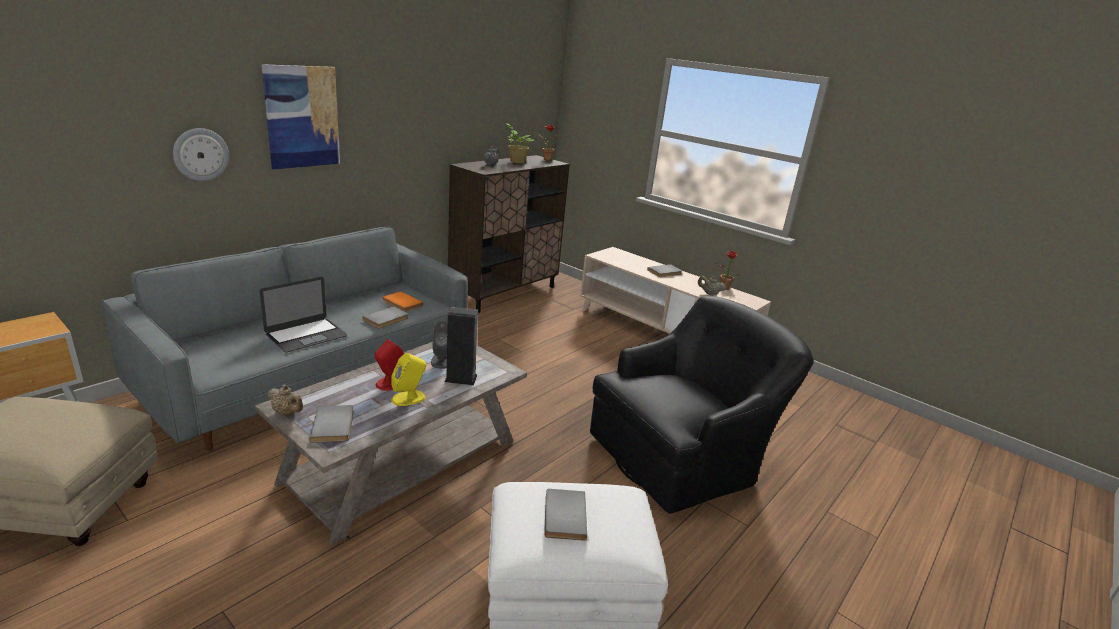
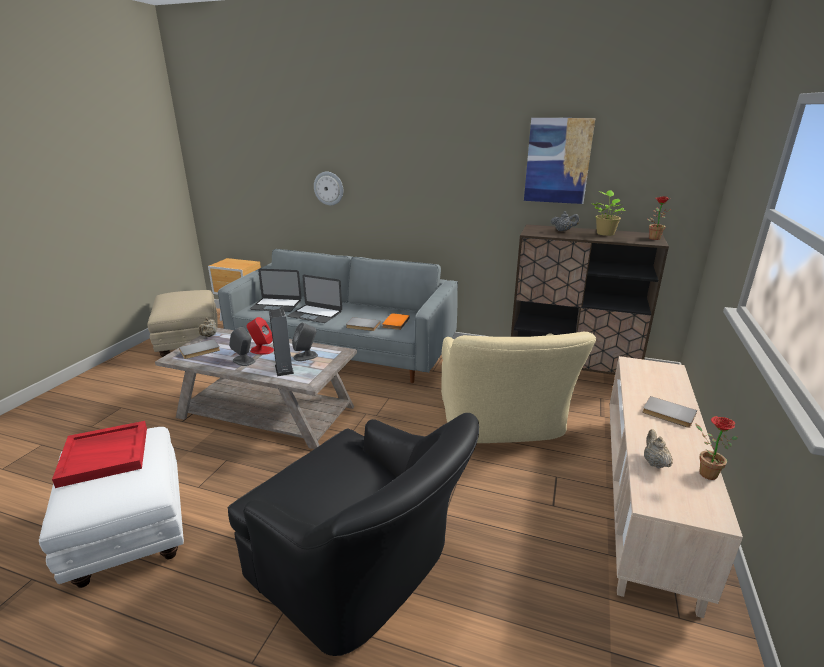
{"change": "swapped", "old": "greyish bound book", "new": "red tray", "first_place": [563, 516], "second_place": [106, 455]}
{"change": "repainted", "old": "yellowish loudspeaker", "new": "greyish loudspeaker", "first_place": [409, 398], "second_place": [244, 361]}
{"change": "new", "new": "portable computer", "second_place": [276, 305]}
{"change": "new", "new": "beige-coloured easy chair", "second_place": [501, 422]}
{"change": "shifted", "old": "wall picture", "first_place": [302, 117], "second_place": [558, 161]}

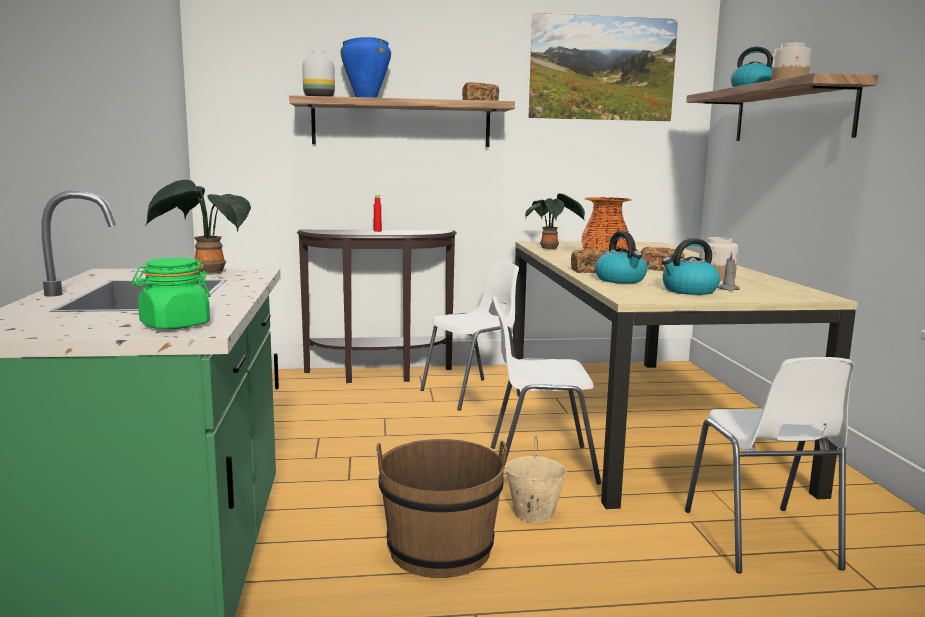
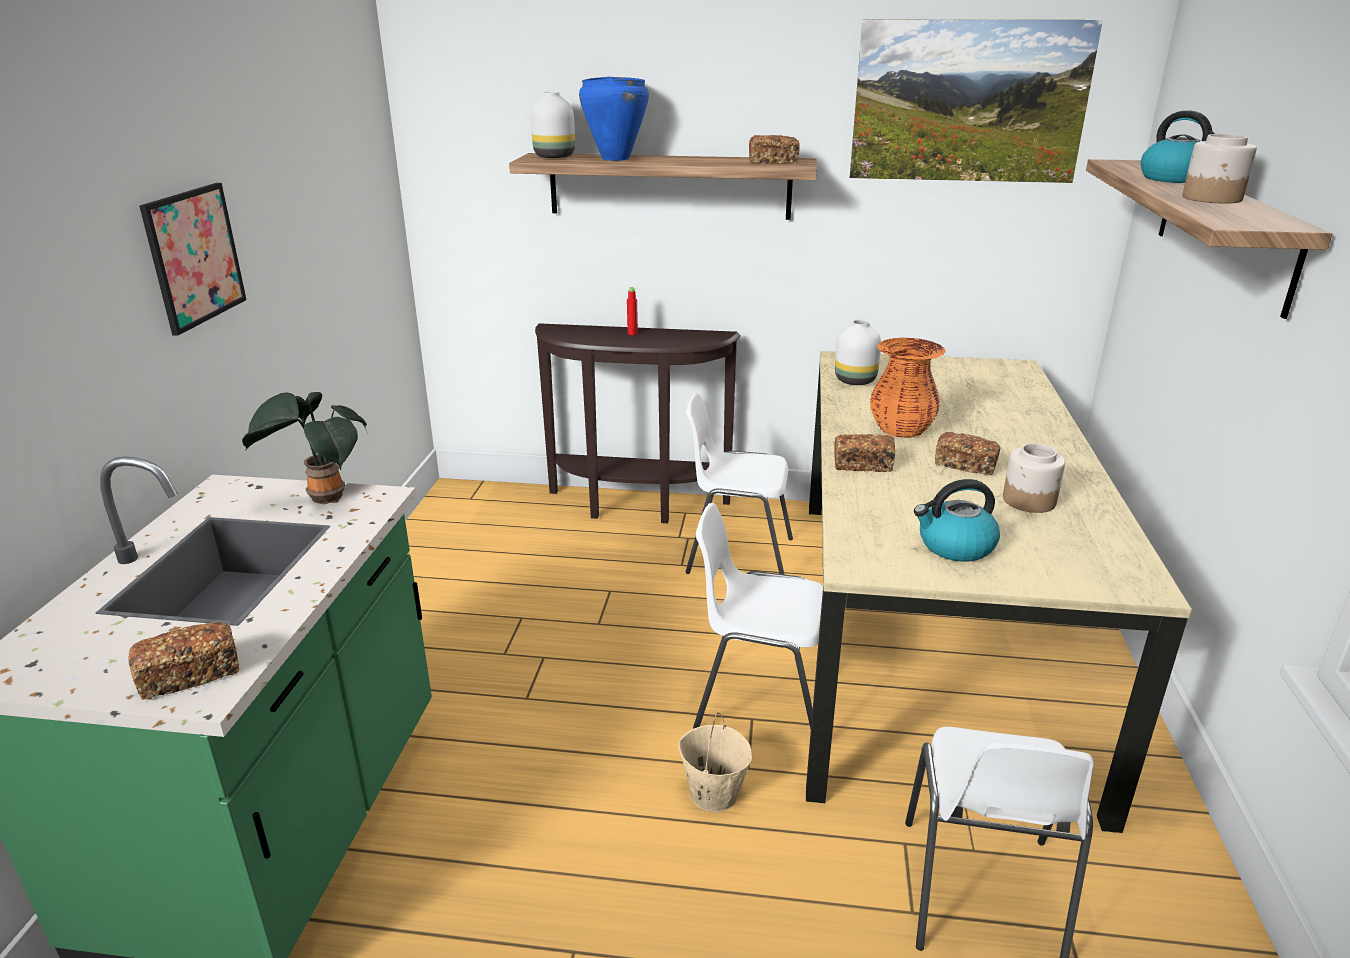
{"change": "swapped", "old": "greenish preserve jar", "new": "bread", "first_place": [174, 325], "second_place": [190, 675]}
{"change": "new", "new": "wall picture", "second_place": [194, 256]}
{"change": "rotated", "old": "white-coloured chair", "first_place": [473, 393], "second_place": [737, 556], "degrees": -150}
{"change": "swapped", "old": "potted plant", "new": "white-coloured flower vase", "first_place": [551, 248], "second_place": [854, 380]}
{"change": "gone", "old": "brownish water bucket", "first_place": [440, 550]}
{"change": "gone", "old": "tea kettle", "first_place": [621, 280]}
{"change": "gone", "old": "greyish candle", "first_place": [727, 289]}

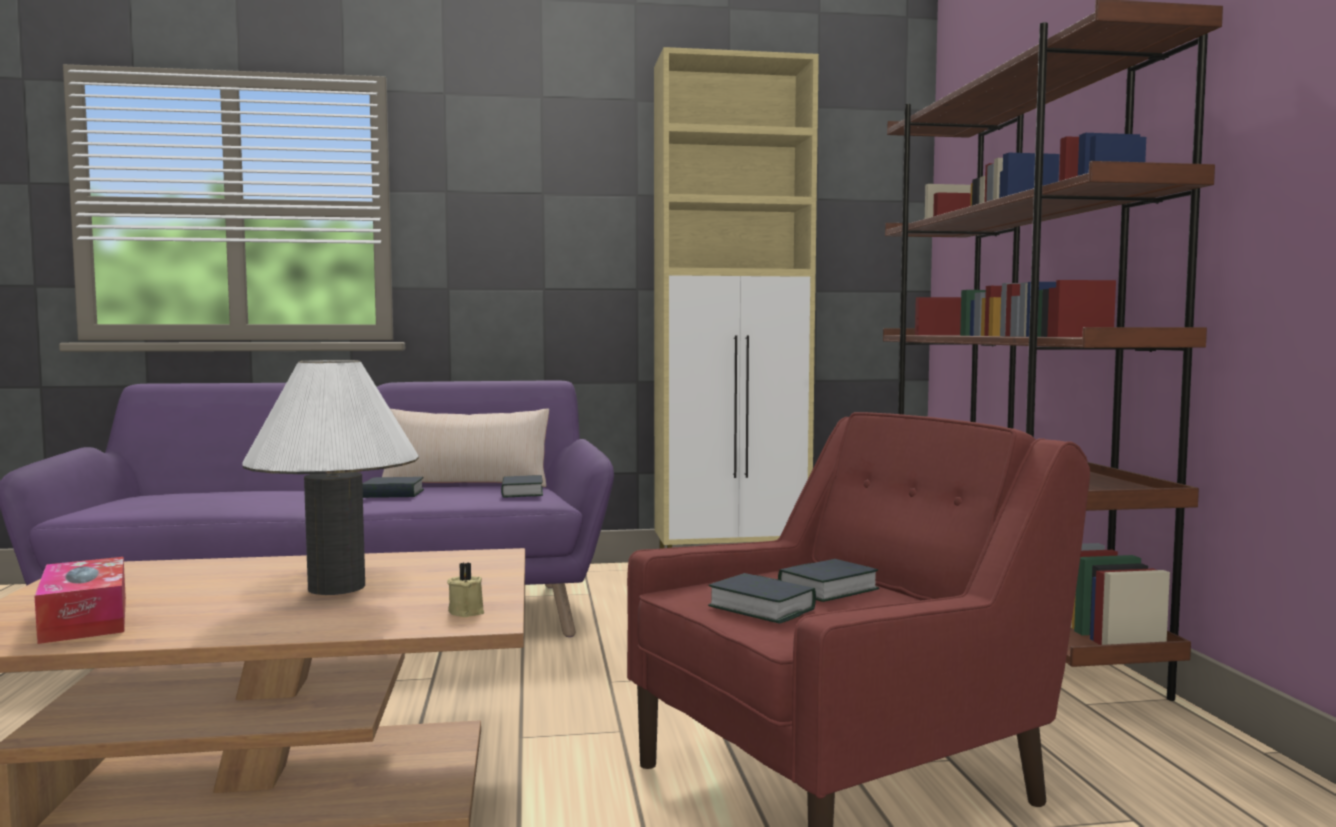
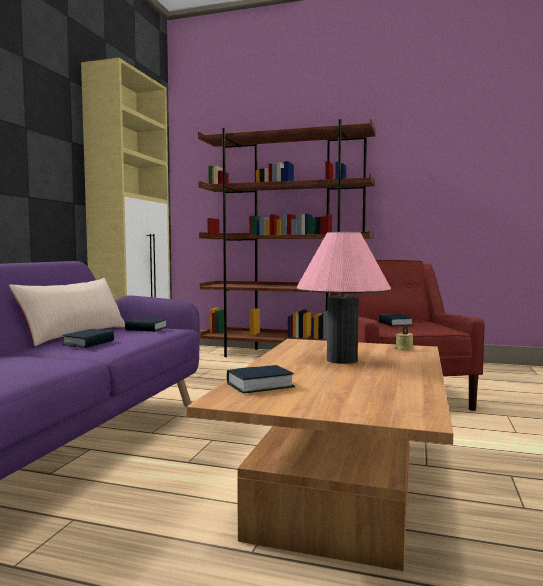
{"change": "shifted", "old": "bound book", "first_place": [761, 608], "second_place": [260, 385]}
{"change": "repainted", "old": "white-coloured table lamp", "new": "pink-coloured table lamp", "first_place": [336, 587], "second_place": [342, 360]}
{"change": "gone", "old": "box of tissues", "first_place": [85, 619]}

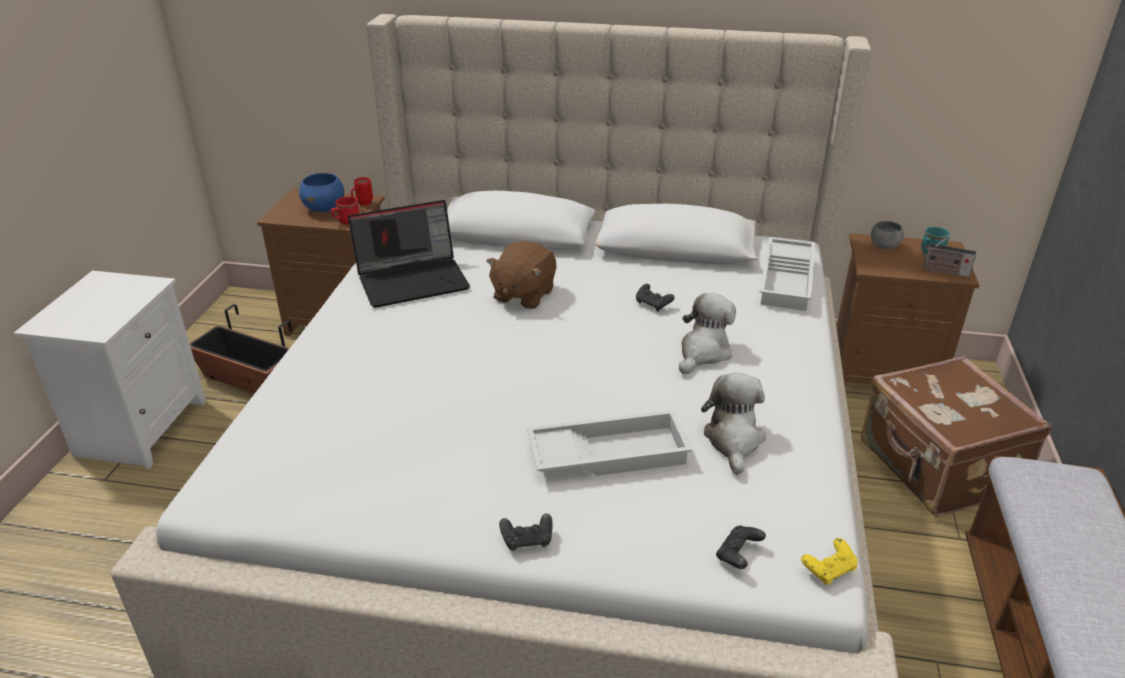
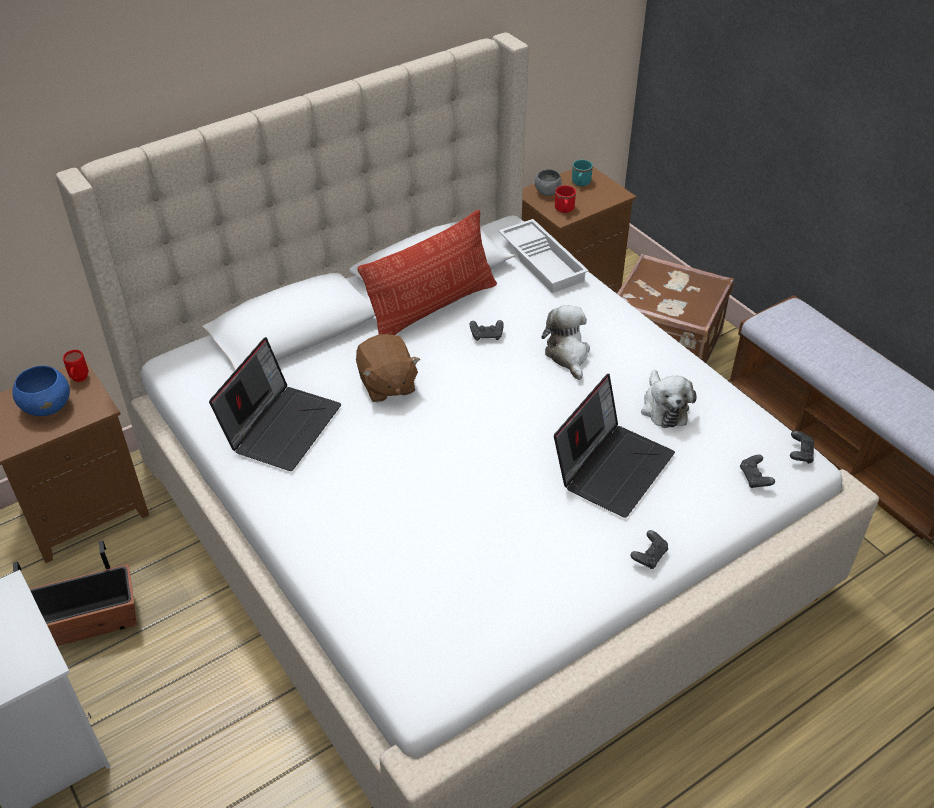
{"change": "new", "new": "throw pillow", "second_place": [432, 308]}
{"change": "swapped", "old": "white-coloured tray", "new": "portable computer", "first_place": [608, 452], "second_place": [612, 467]}
{"change": "shifted", "old": "red coffee mug", "first_place": [346, 221], "second_place": [564, 210]}
{"change": "rotated", "old": "cuddly toy", "first_place": [733, 440], "second_place": [664, 407], "degrees": -150}
{"change": "repainted", "old": "yellowish joypad", "new": "black-coloured joypad", "first_place": [829, 570], "second_place": [800, 453]}
{"change": "gone", "old": "radio", "first_place": [943, 271]}

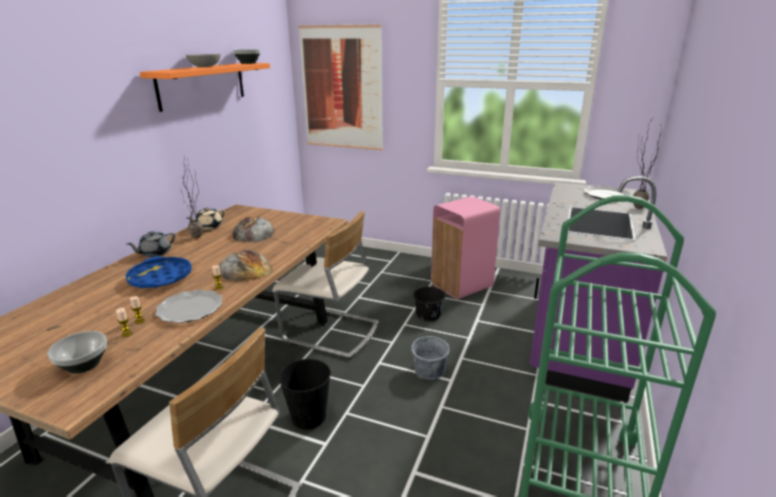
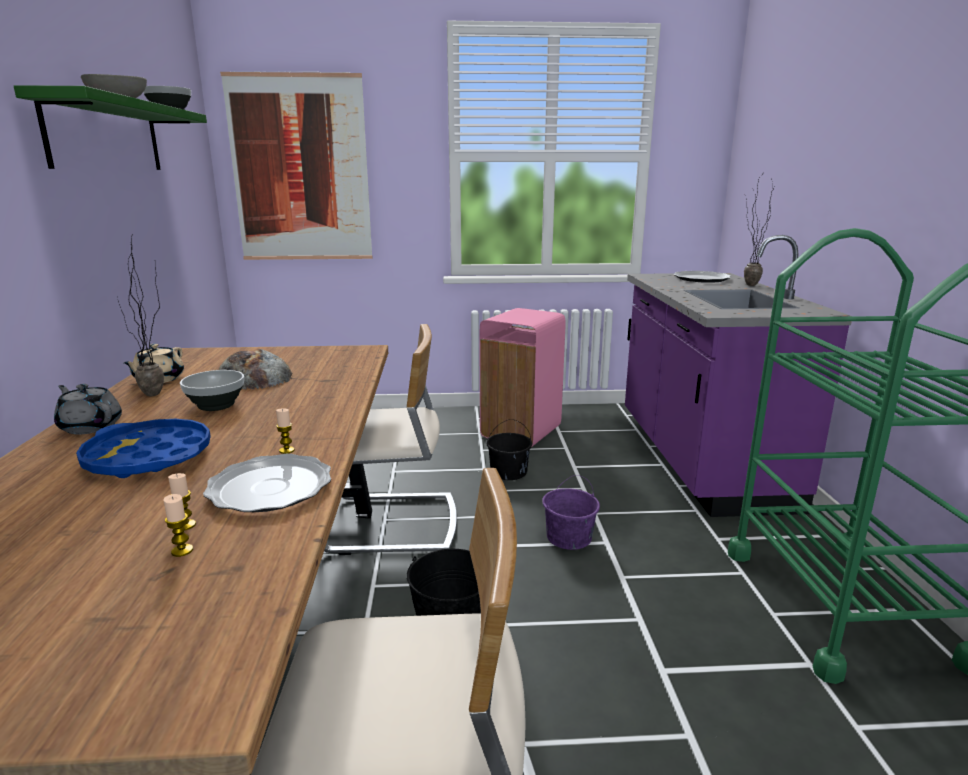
{"change": "repainted", "old": "orangey wall shelf", "new": "greenish wall shelf", "first_place": [202, 85], "second_place": [106, 136]}
{"change": "rotated", "old": "greyish tea pot", "first_place": [155, 253], "second_place": [90, 426], "degrees": 105}
{"change": "shifted", "old": "serving bowl", "first_place": [84, 365], "second_place": [217, 405]}
{"change": "repainted", "old": "greyish water bucket", "new": "purple-coloured water bucket", "first_place": [429, 370], "second_place": [569, 537]}
{"change": "gone", "old": "bread", "first_place": [245, 269]}

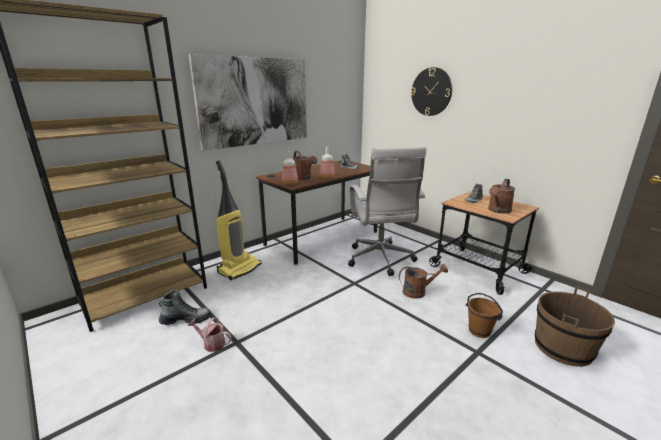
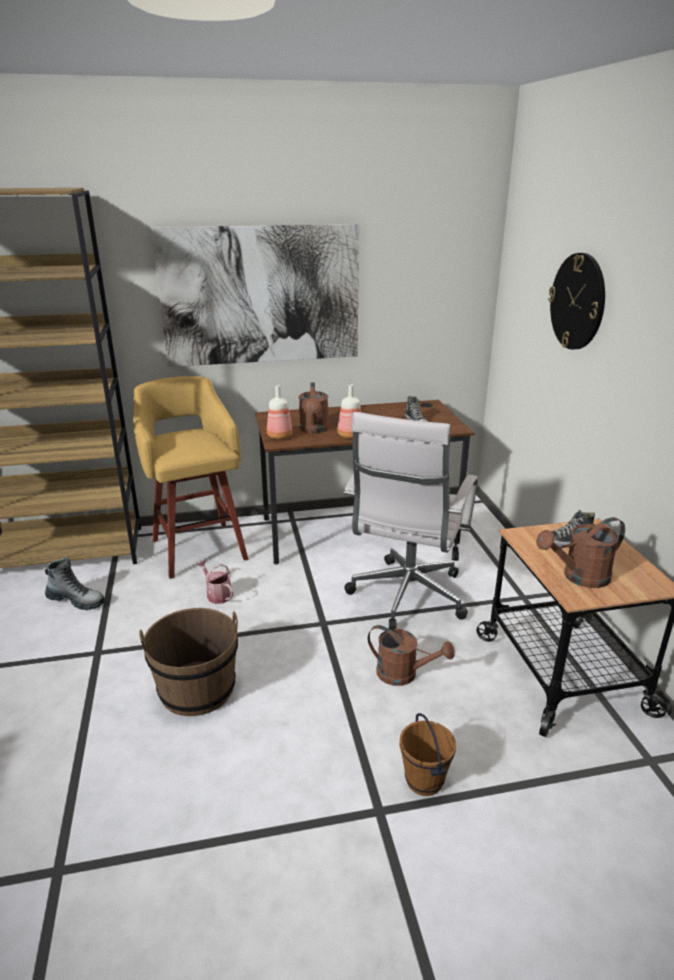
{"change": "swapped", "old": "vacuum cleaner", "new": "yellowish stool seat", "first_place": [239, 268], "second_place": [198, 547]}
{"change": "shifted", "old": "brownish water bucket", "first_place": [563, 348], "second_place": [197, 689]}
{"change": "shifted", "old": "watering can", "first_place": [211, 344], "second_place": [217, 594]}

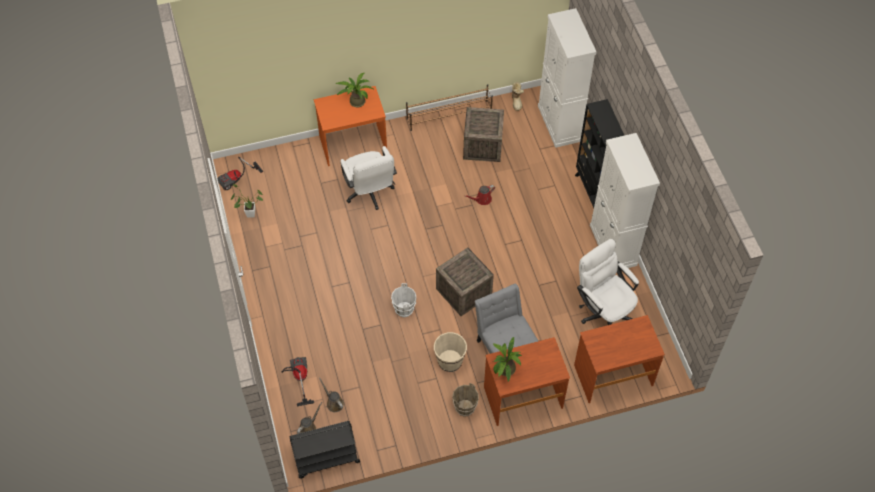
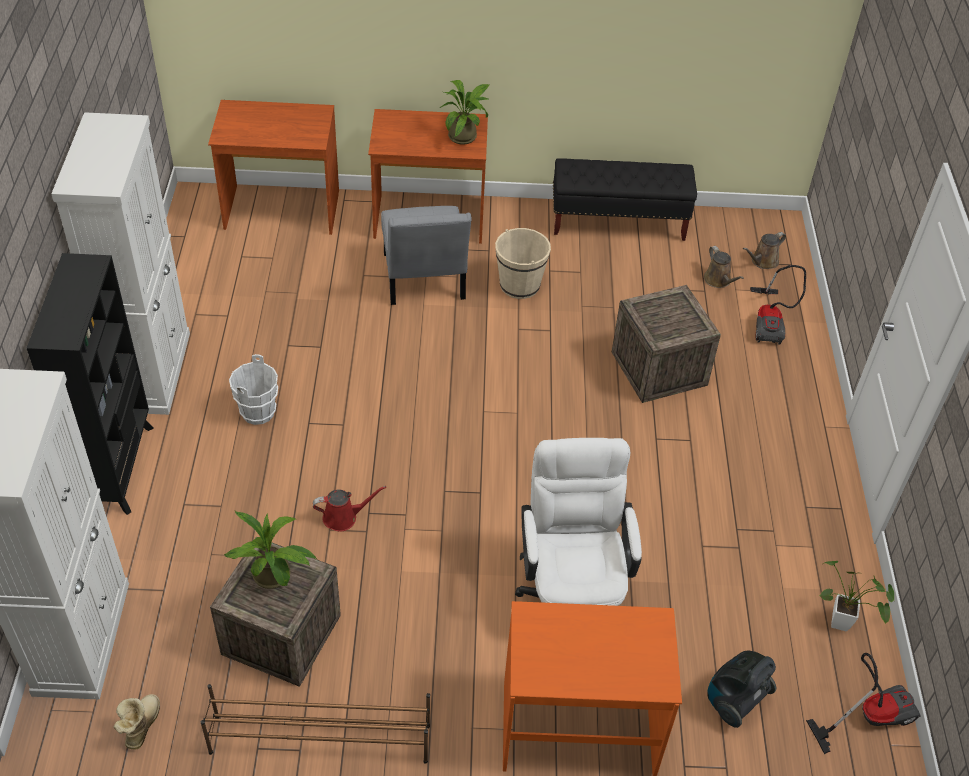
{"change": "shifted", "old": "potted plant", "first_place": [355, 101], "second_place": [274, 578]}
{"change": "shifted", "old": "white-coloured water bucket", "first_place": [404, 310], "second_place": [258, 412]}
{"change": "new", "new": "black-coloured bench", "second_place": [618, 222]}
{"change": "shifted", "old": "shipping crate", "first_place": [464, 292], "second_place": [659, 368]}
{"change": "new", "new": "vacuum cleaner", "second_place": [734, 701]}
{"change": "gone", "old": "black-coloured wheeled cart", "first_place": [326, 459]}
{"change": "gone", "old": "brownish water bucket", "first_place": [465, 408]}
{"change": "gone", "old": "white-coloured office chair", "first_place": [603, 311]}

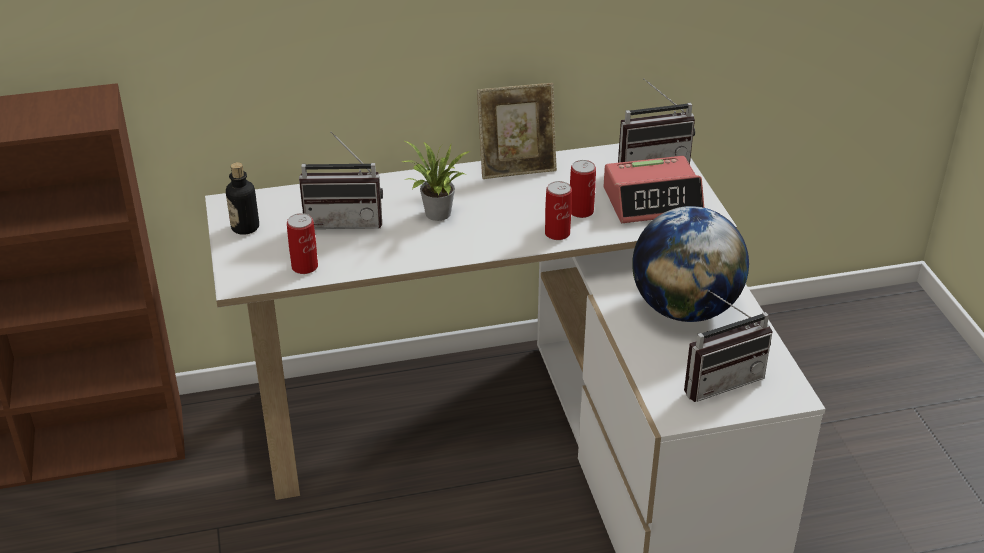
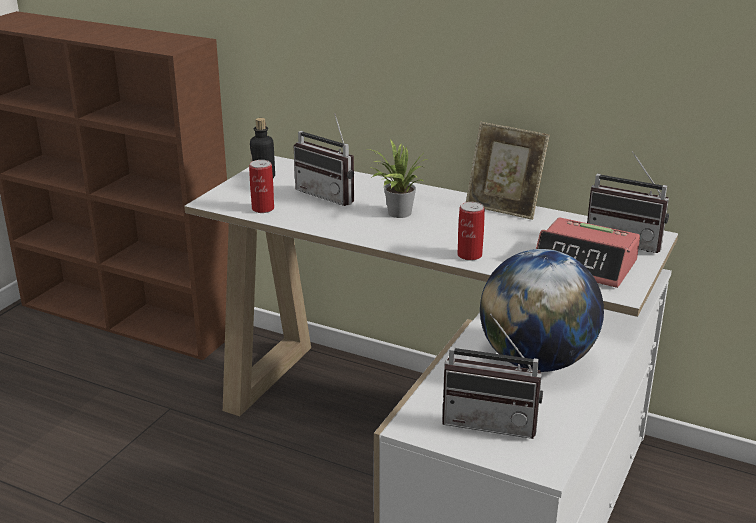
{"change": "gone", "old": "metal can", "first_place": [581, 211]}

